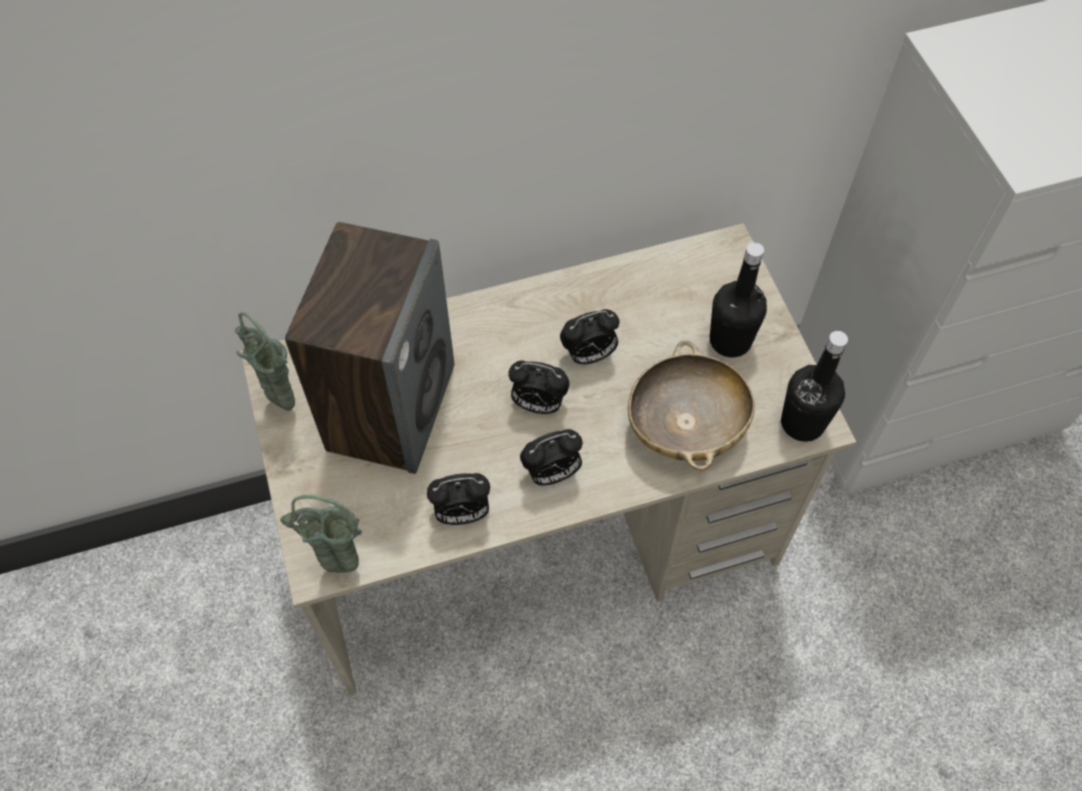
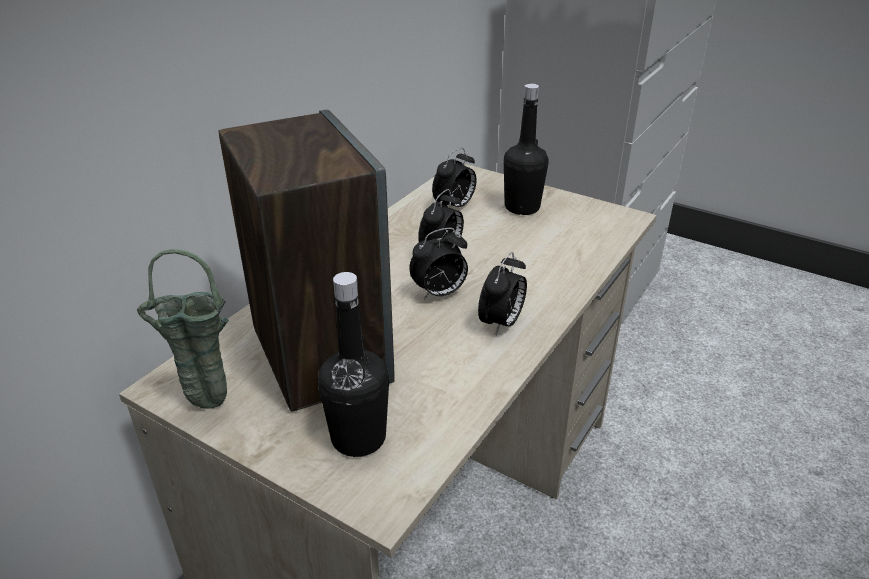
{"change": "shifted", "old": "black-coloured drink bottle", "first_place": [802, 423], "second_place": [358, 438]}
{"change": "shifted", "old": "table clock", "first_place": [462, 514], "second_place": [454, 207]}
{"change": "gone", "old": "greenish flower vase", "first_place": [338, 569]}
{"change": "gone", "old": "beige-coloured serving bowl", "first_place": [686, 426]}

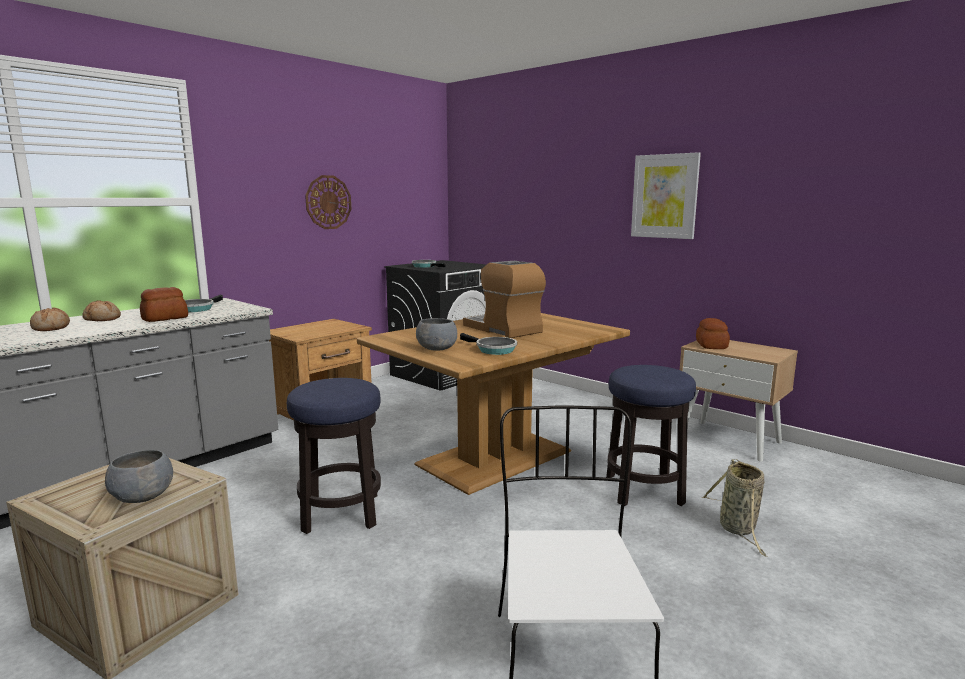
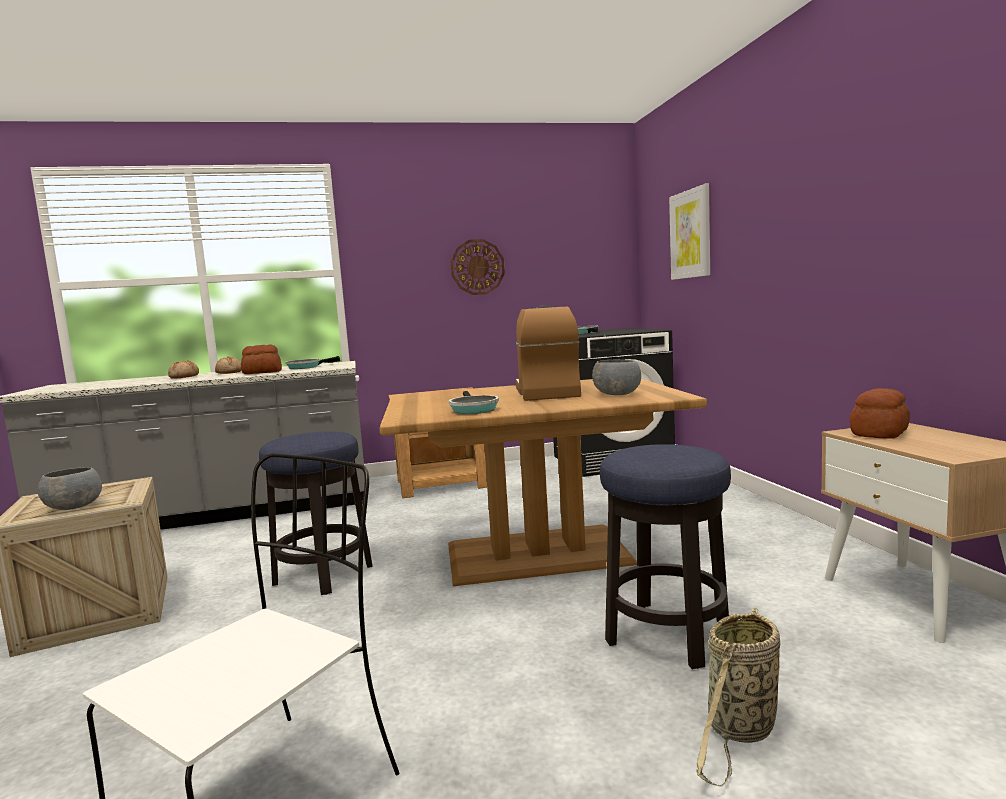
{"change": "shifted", "old": "greyish serving bowl", "first_place": [437, 349], "second_place": [618, 394]}
{"change": "shifted", "old": "wall picture", "first_place": [665, 196], "second_place": [690, 234]}

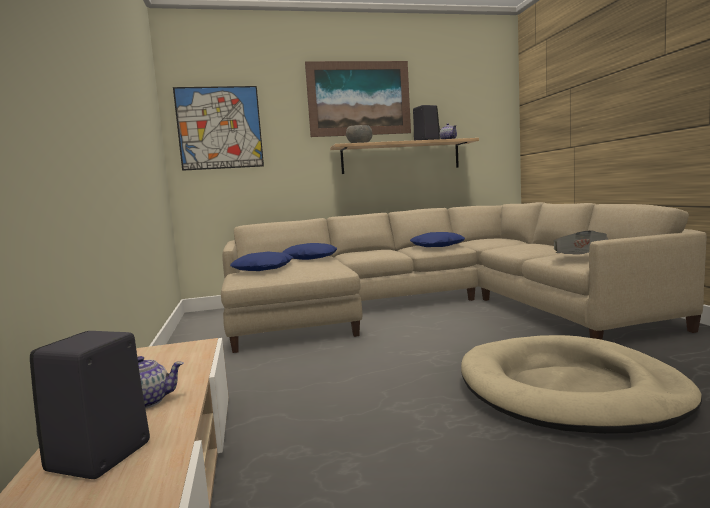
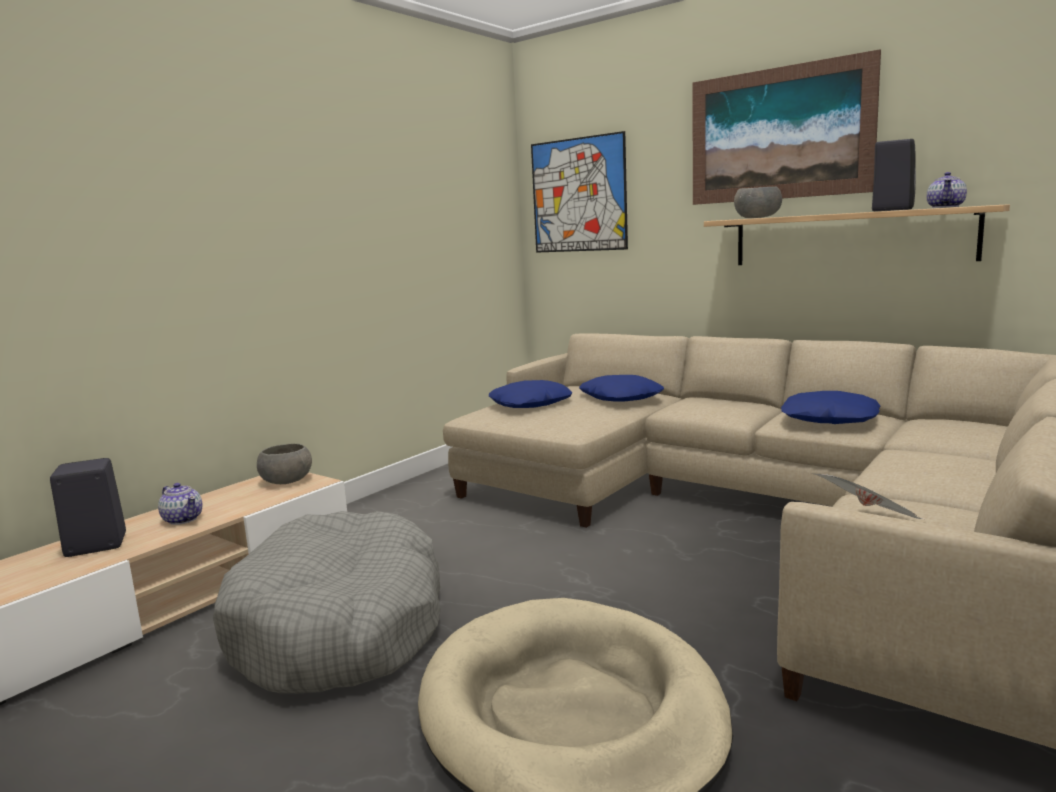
{"change": "new", "new": "greyish pet bed", "second_place": [340, 627]}
{"change": "new", "new": "greyish serving bowl", "second_place": [287, 480]}

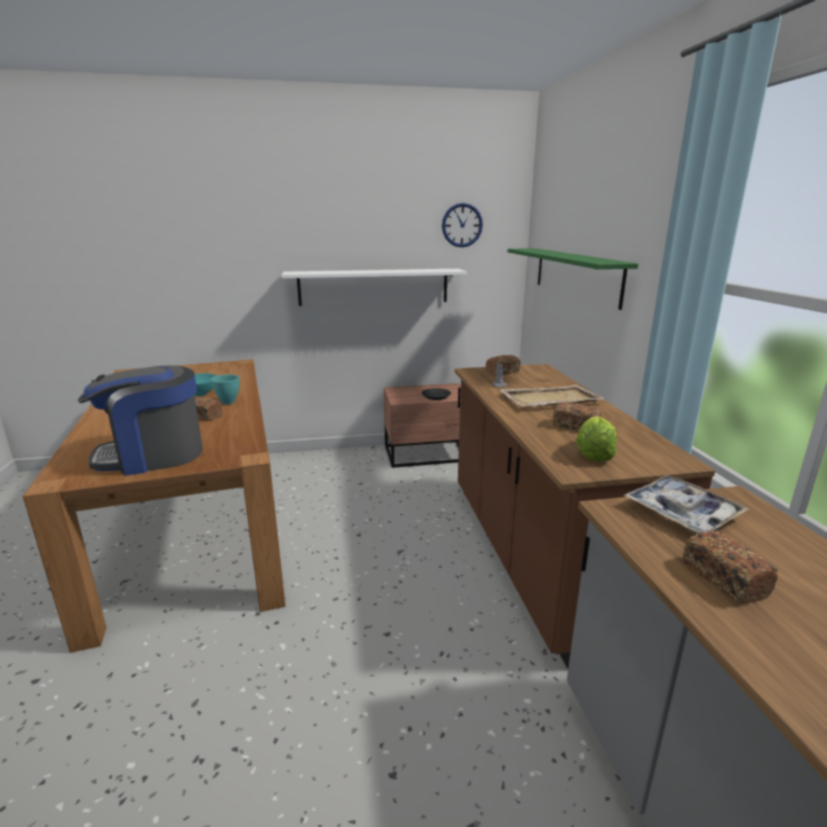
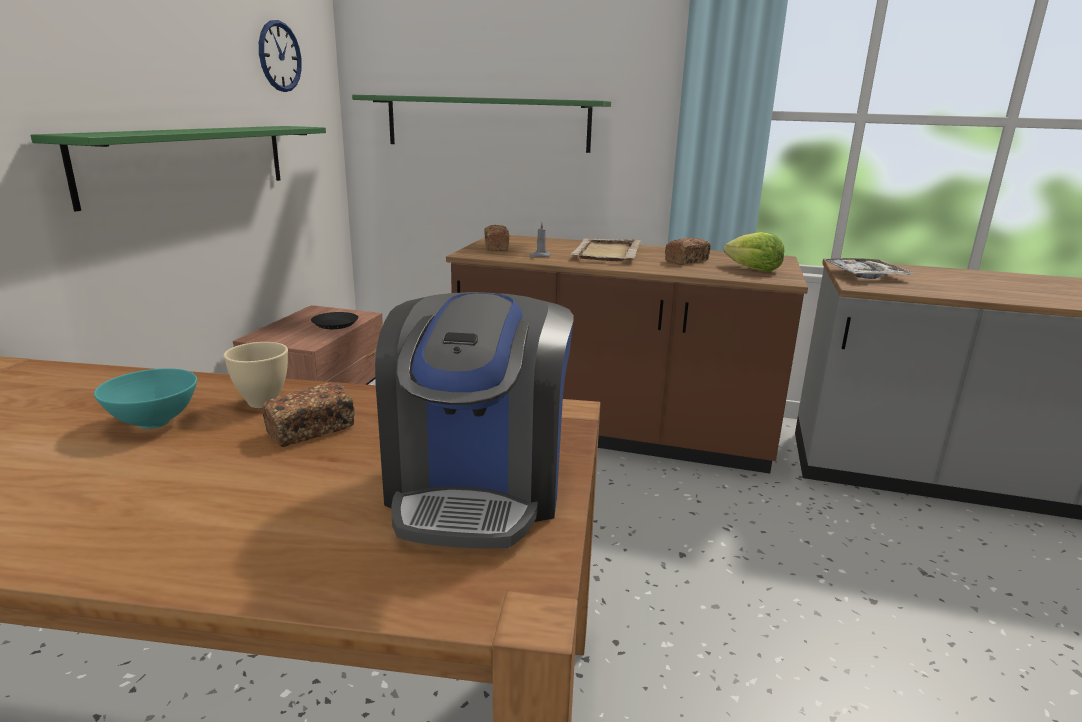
{"change": "repainted", "old": "white-coloured wall shelf", "new": "greenish wall shelf", "first_place": [373, 287], "second_place": [190, 161]}
{"change": "repainted", "old": "turquoise-coloured serving bowl", "new": "beige-coloured serving bowl", "first_place": [228, 402], "second_place": [262, 402]}
{"change": "gone", "old": "bread", "first_place": [723, 579]}

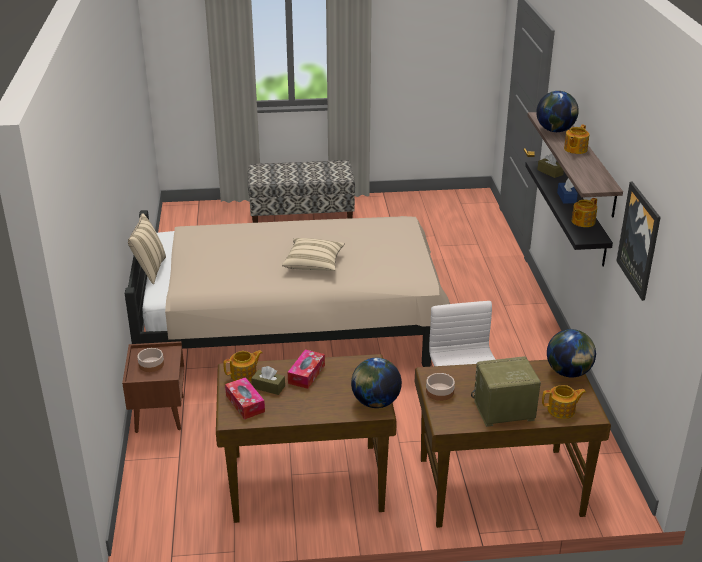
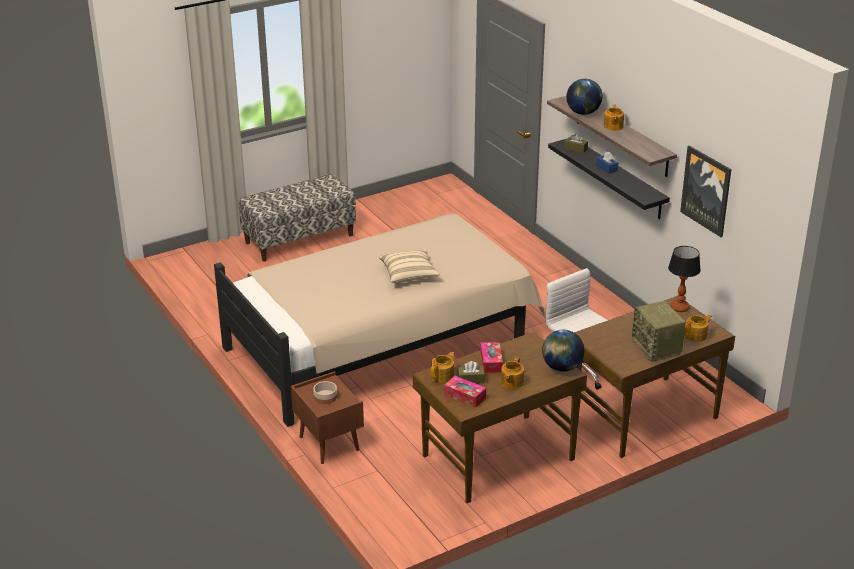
{"change": "shifted", "old": "tea pot", "first_place": [582, 222], "second_place": [511, 382]}
{"change": "rotated", "old": "radio", "first_place": [503, 411], "second_place": [657, 348], "degrees": -75}
{"change": "swapped", "old": "world globe", "new": "table lamp", "first_place": [568, 372], "second_place": [680, 308]}
{"change": "gone", "old": "beige-coloured throw pillow", "first_place": [149, 270]}
{"change": "gone", "old": "serving bowl", "first_place": [440, 391]}

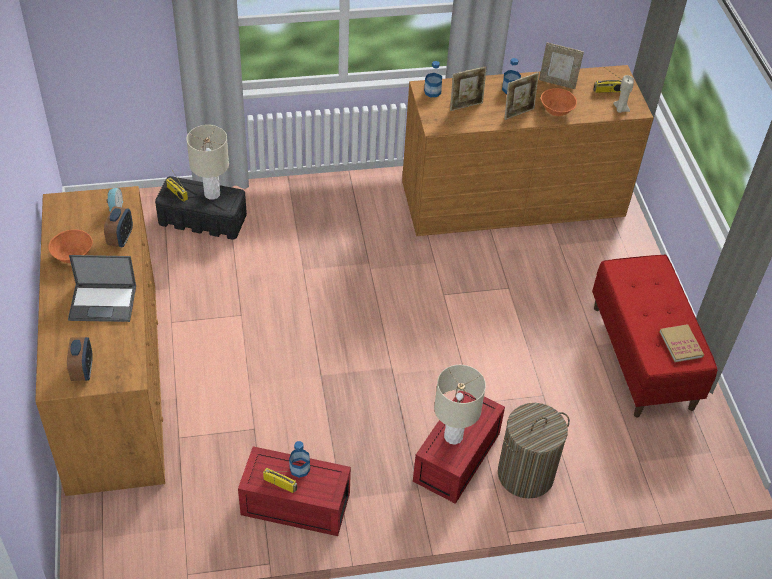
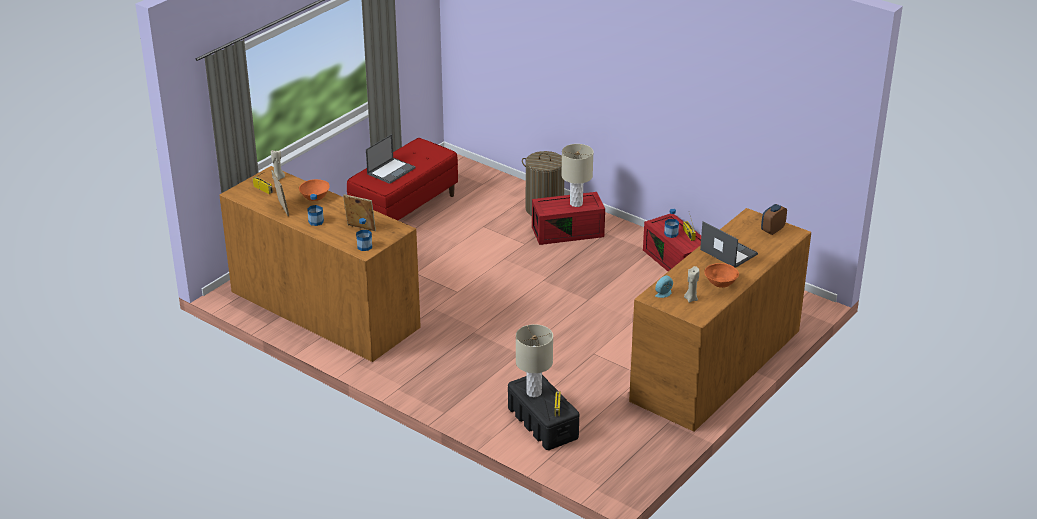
{"change": "new", "new": "portable computer", "second_place": [391, 171]}
{"change": "new", "new": "beige-coloured candle", "second_place": [691, 299]}
{"change": "gone", "old": "table clock", "first_place": [121, 239]}
{"change": "gone", "old": "standing frame", "first_place": [518, 113]}
{"change": "gone", "old": "bound book", "first_place": [681, 344]}

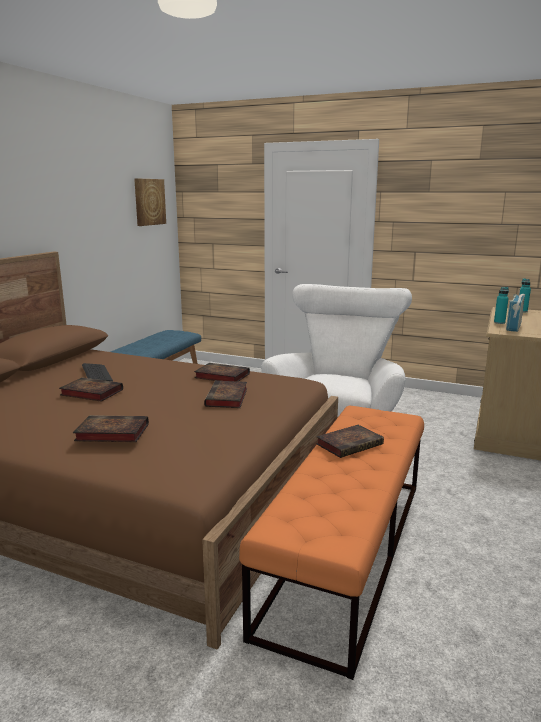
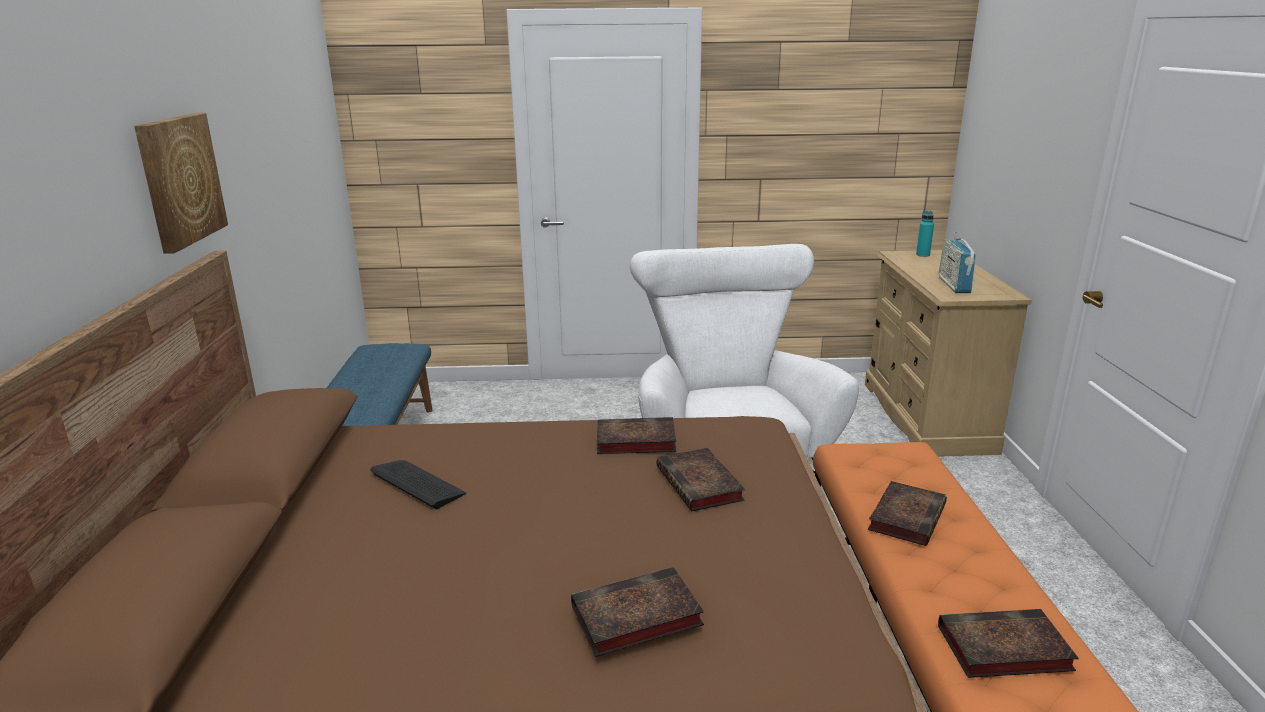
{"change": "shifted", "old": "wall picture", "first_place": [149, 202], "second_place": [180, 180]}
{"change": "shifted", "old": "bound book", "first_place": [90, 393], "second_place": [1001, 649]}
{"change": "gone", "old": "turquoise-coloured drink bottle", "first_place": [499, 322]}

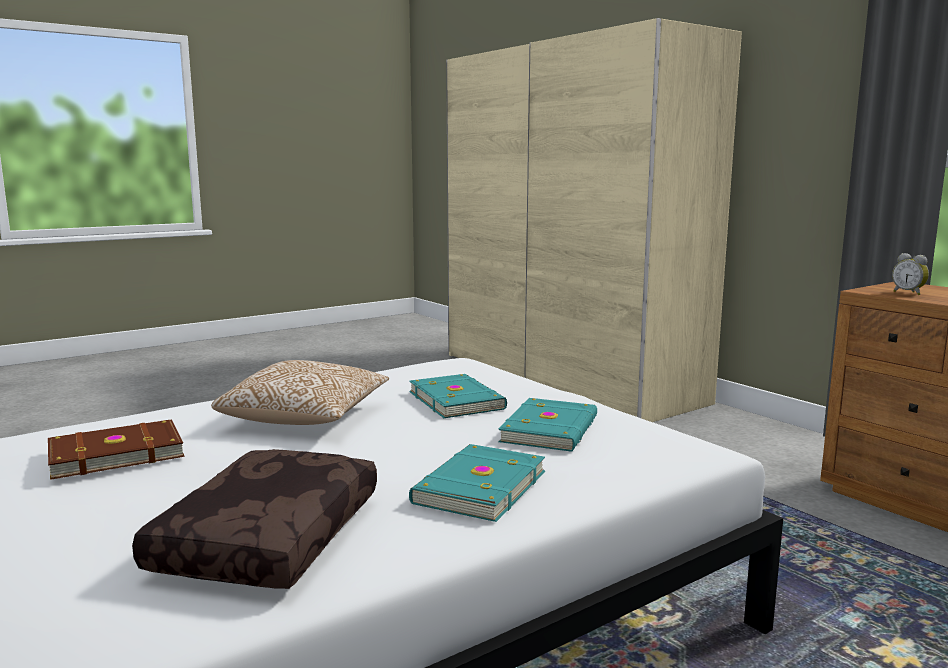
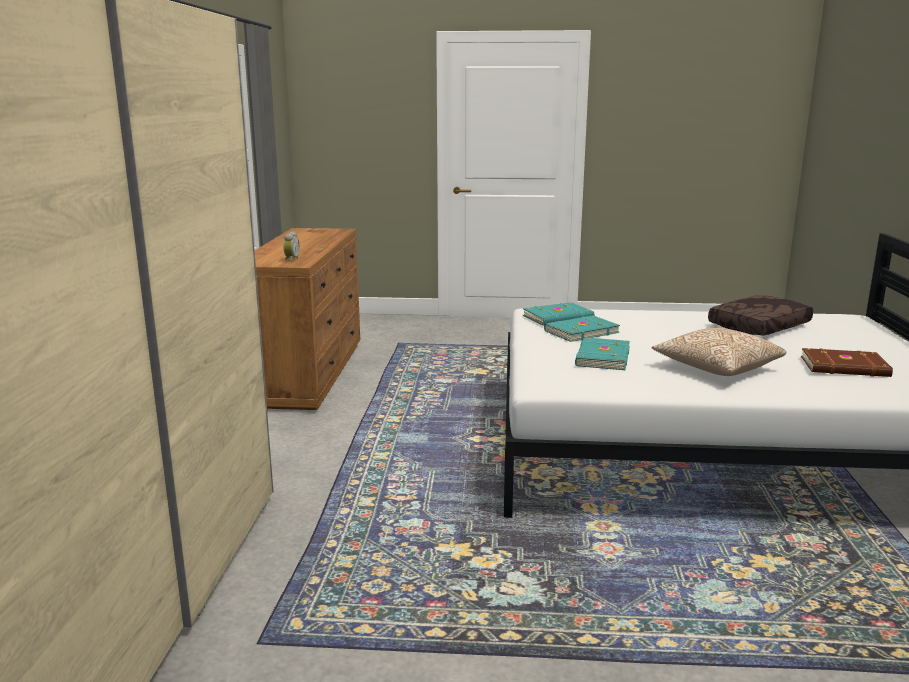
{"change": "shifted", "old": "turquoise-coloured bound book", "first_place": [477, 487], "second_place": [559, 317]}

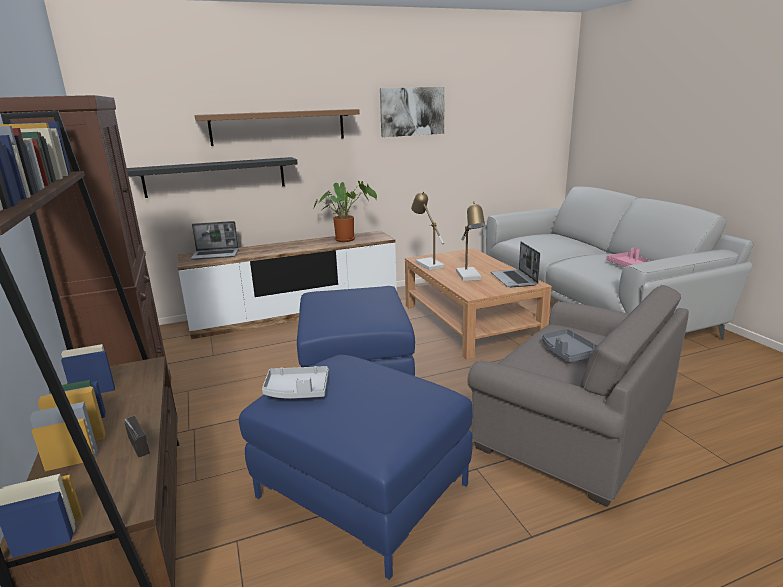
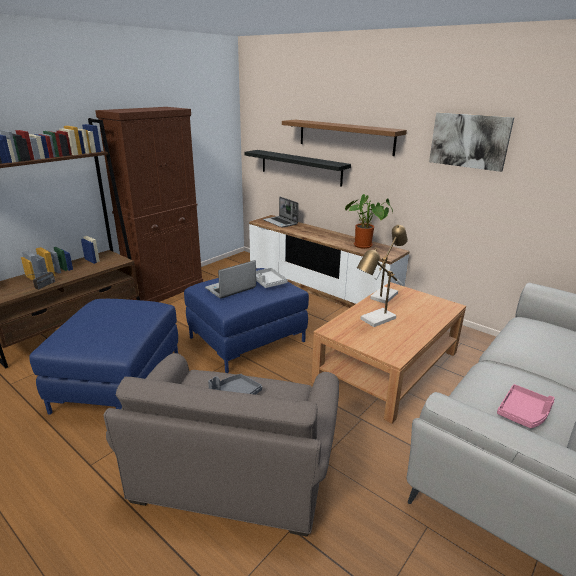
{"change": "shifted", "old": "portable computer", "first_place": [514, 279], "second_place": [230, 289]}
{"change": "shifted", "old": "greyish tray", "first_place": [297, 391], "second_place": [268, 282]}

